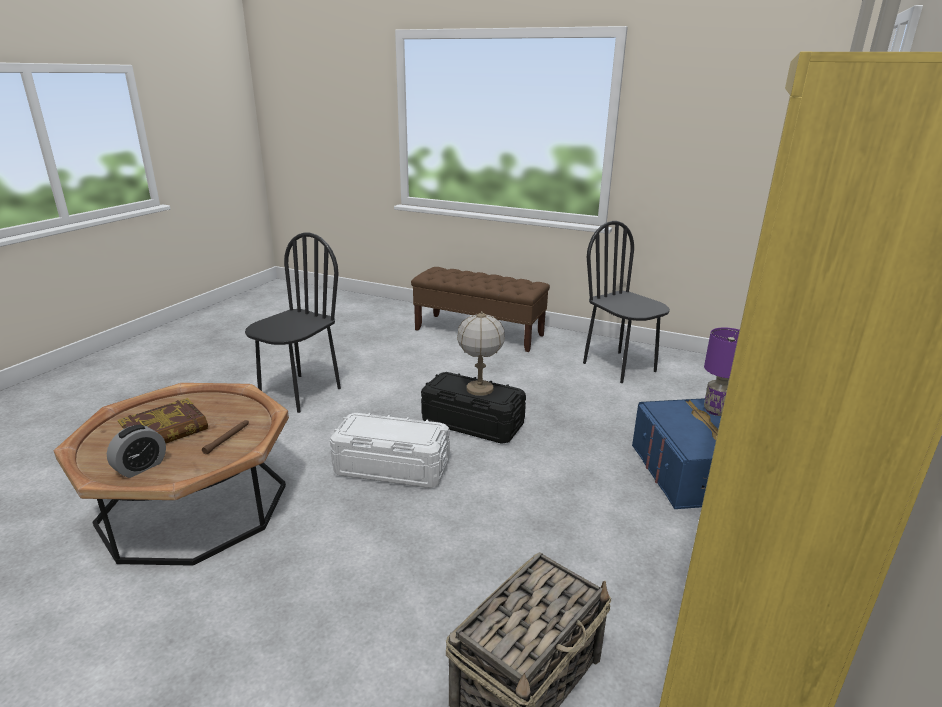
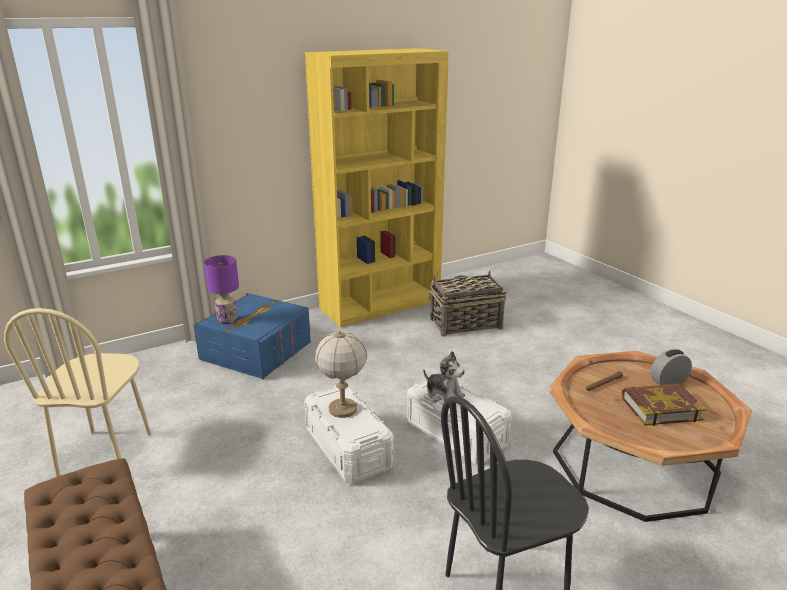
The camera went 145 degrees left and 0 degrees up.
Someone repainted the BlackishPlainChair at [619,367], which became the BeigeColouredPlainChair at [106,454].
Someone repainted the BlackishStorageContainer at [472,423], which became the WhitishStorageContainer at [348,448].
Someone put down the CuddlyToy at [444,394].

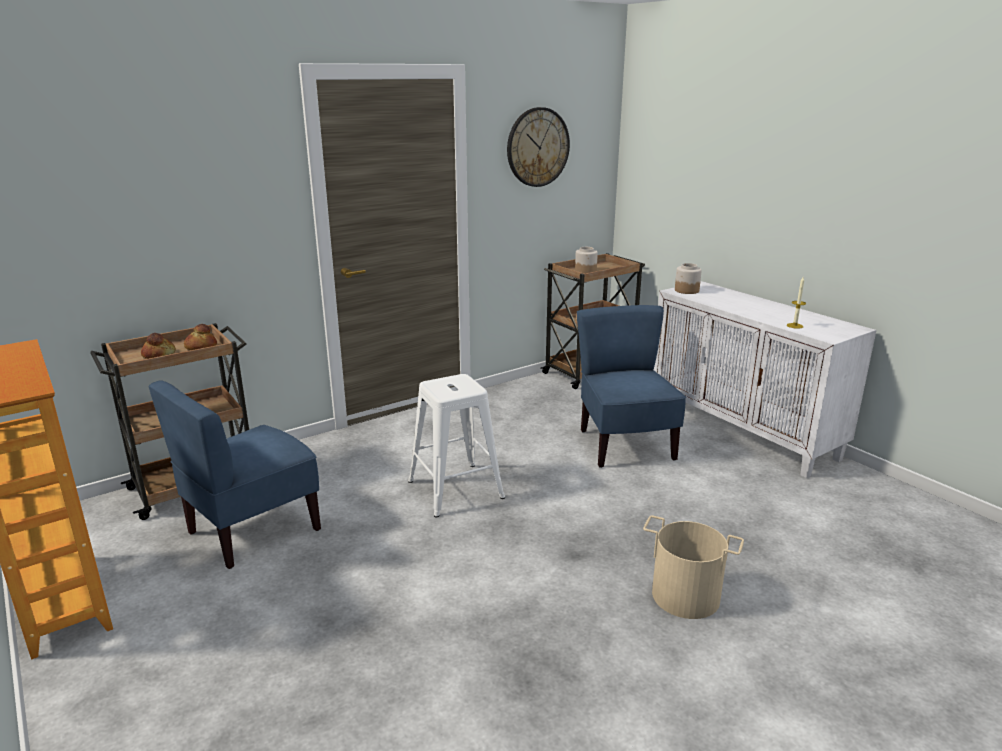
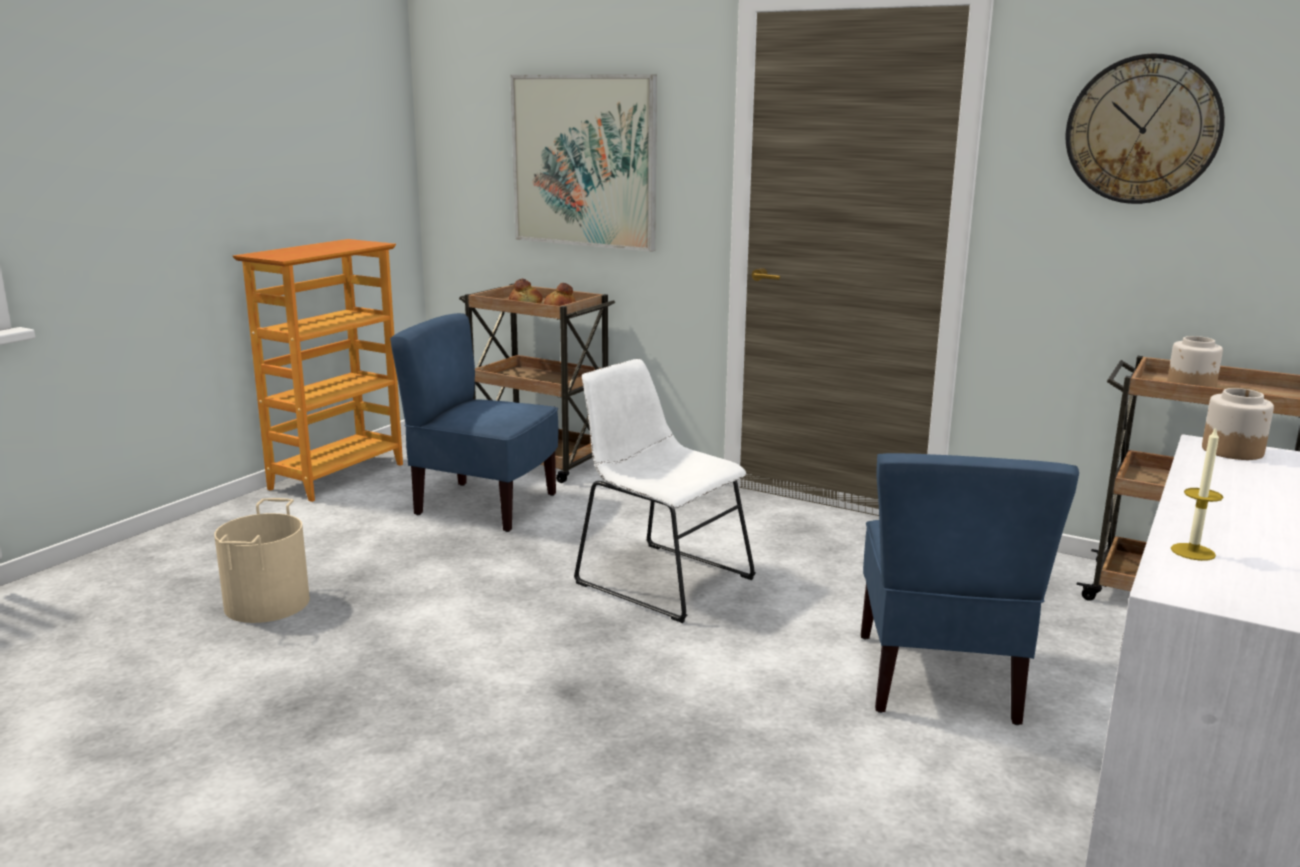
The camera went 65 degrees right and 5 degrees down.
Someone carried the BeigeColouredPail from [685,595] to [268,603].
Someone put up the WallArt at [584,161].
Someone swapped the WhitishStool at [454,489] for the WhitishPlainChair at [658,578].
Someone rotated the BlueColouredPlainChair at [624,445] by 135 degrees clockwise.

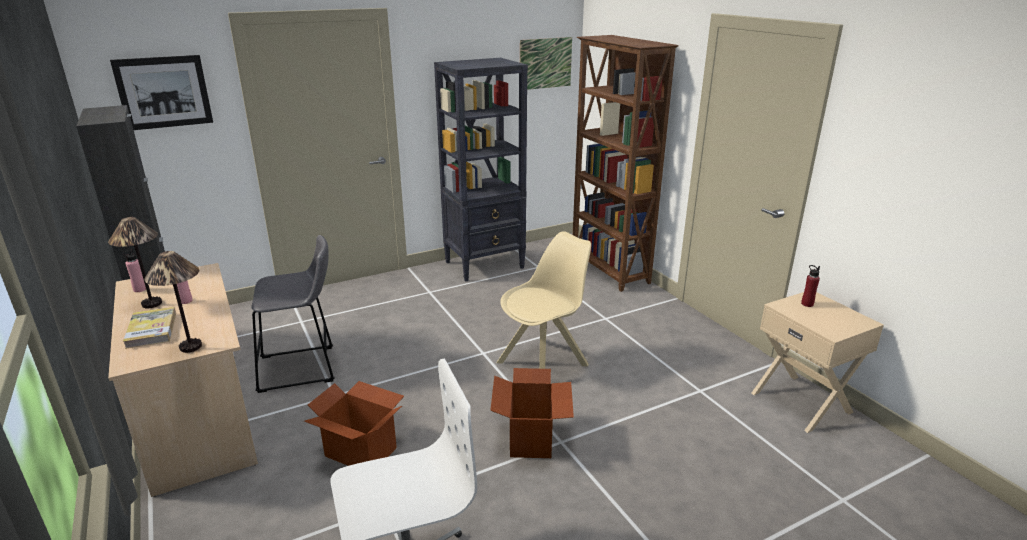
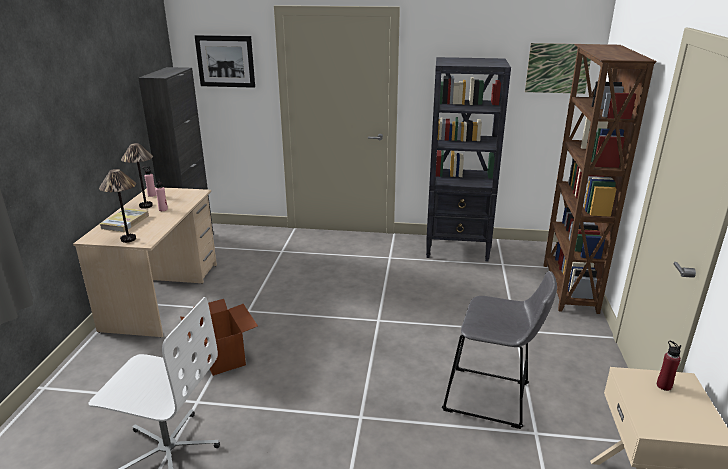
The camera went 35 degrees right and 0 degrees up.
Someone carried the GrayStool from [302,368] to [491,398].
Someone took away the PackingBox at [532,438].
Someone took away the BeigeColouredPlainChair at [544,363].

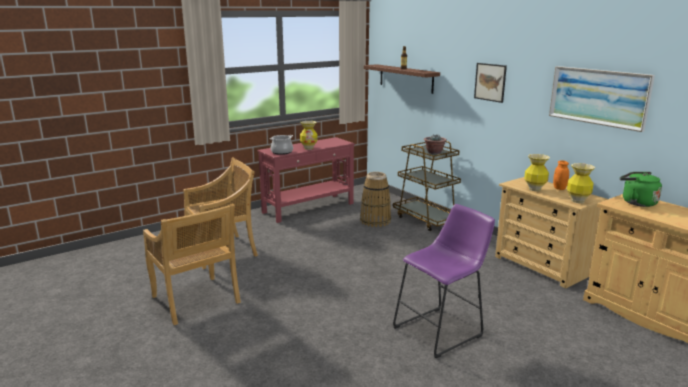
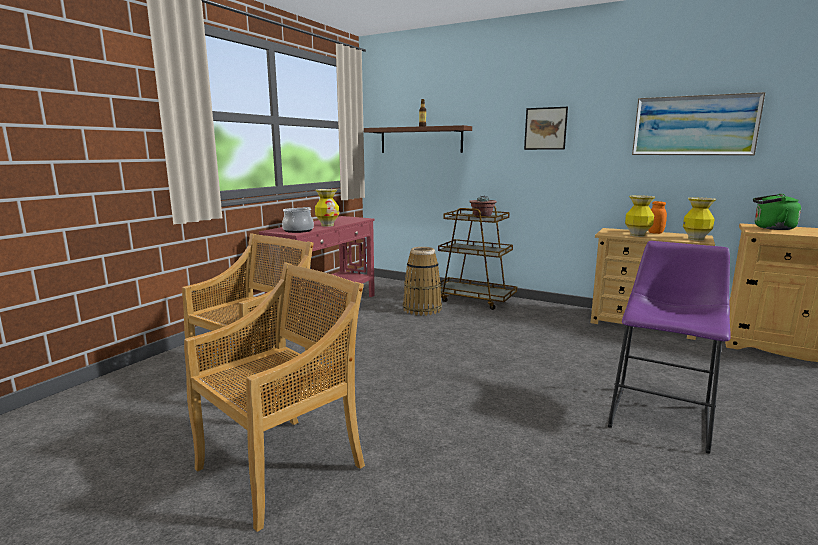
The camera went 25 degrees left and 5 degrees down.
Someone rotated the BeigeColouredPlainChair at [196,300] by 75 degrees counterclockwise.

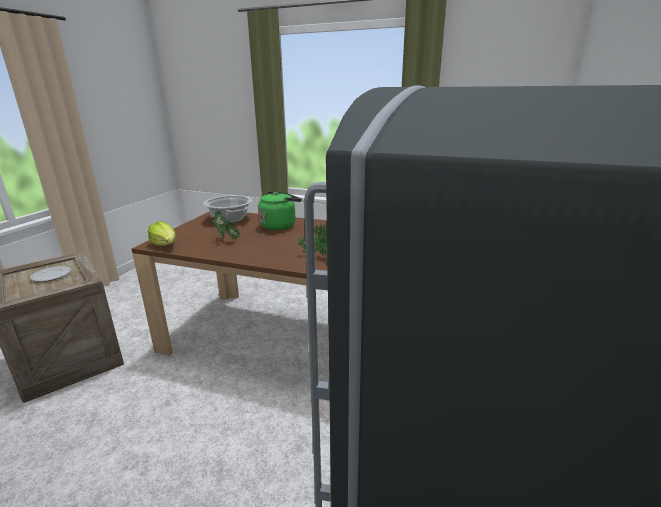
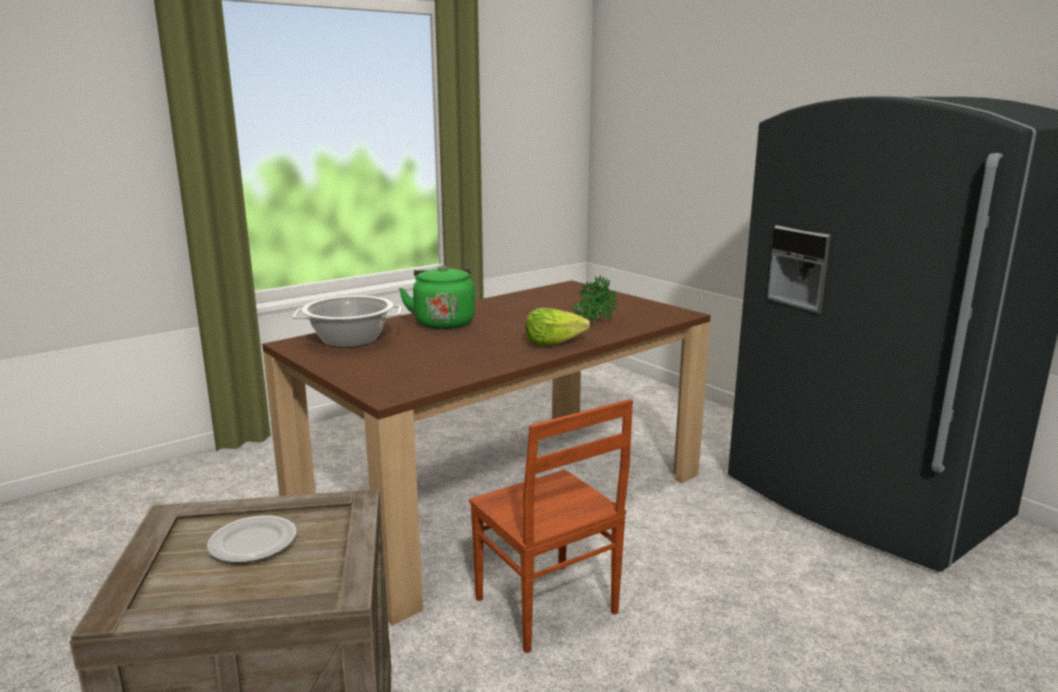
The camera went 60 degrees left and 5 degrees down.
Someone put down the BrownPlainChair at [545,608].
Someone carried the HeadOfLettuce from [165,245] to [553,342].
Someone took away the PottedPlant at [227,241].

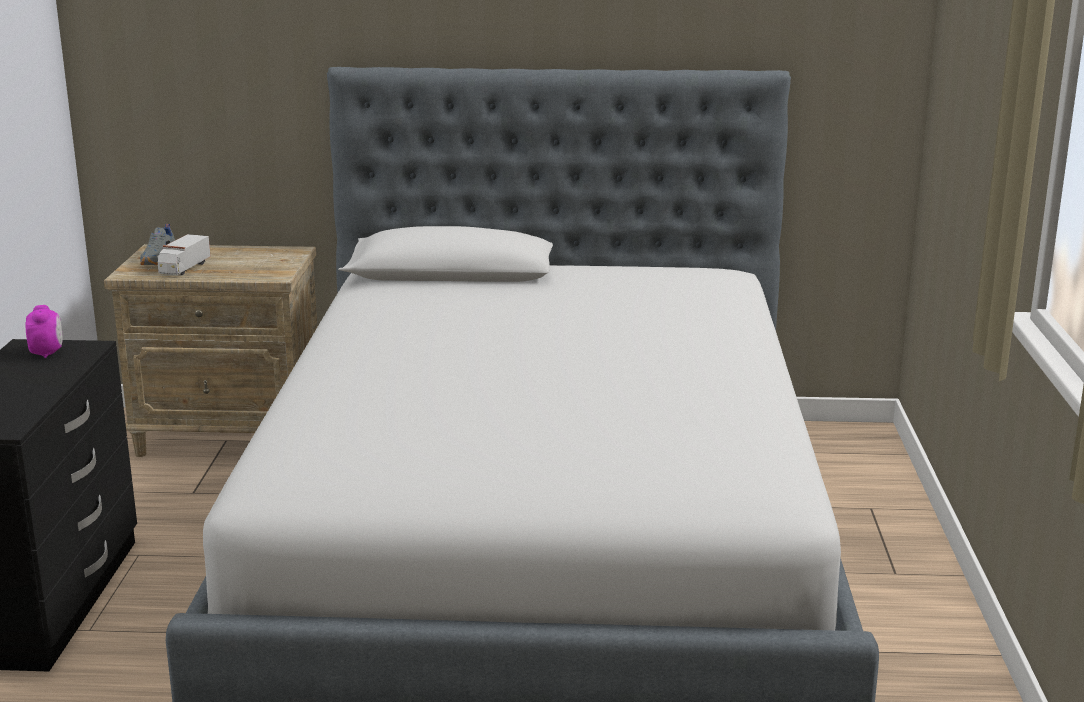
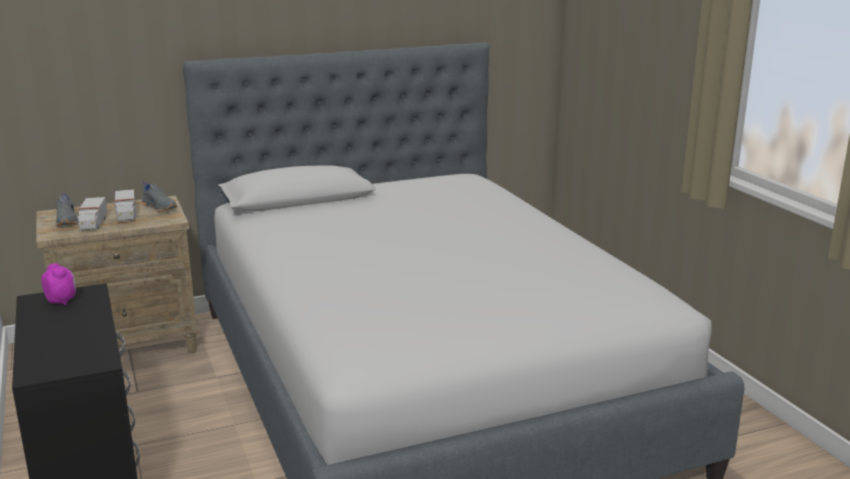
The camera went 25 degrees left and 0 degrees up.
Someone put down the ModelTruck at [126,215].
Someone put down the GrayLowShoe at [160,207].

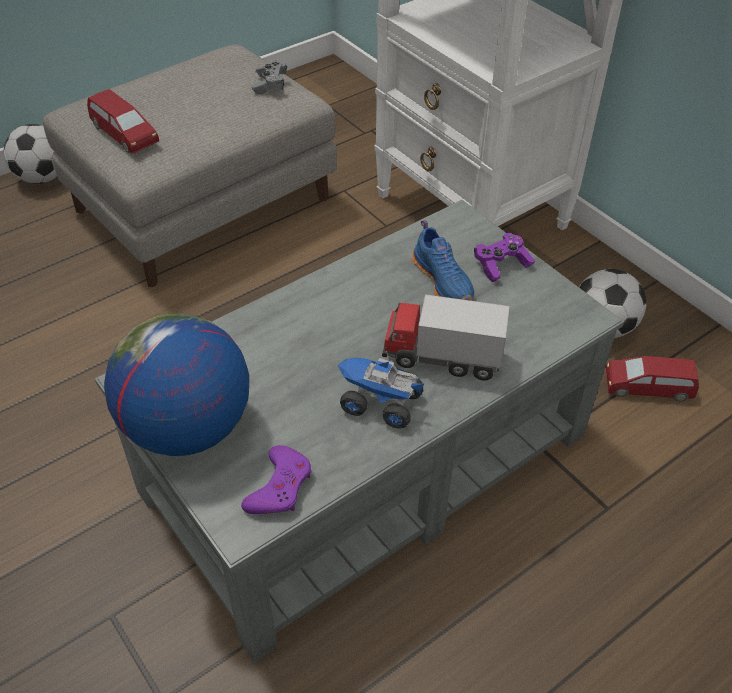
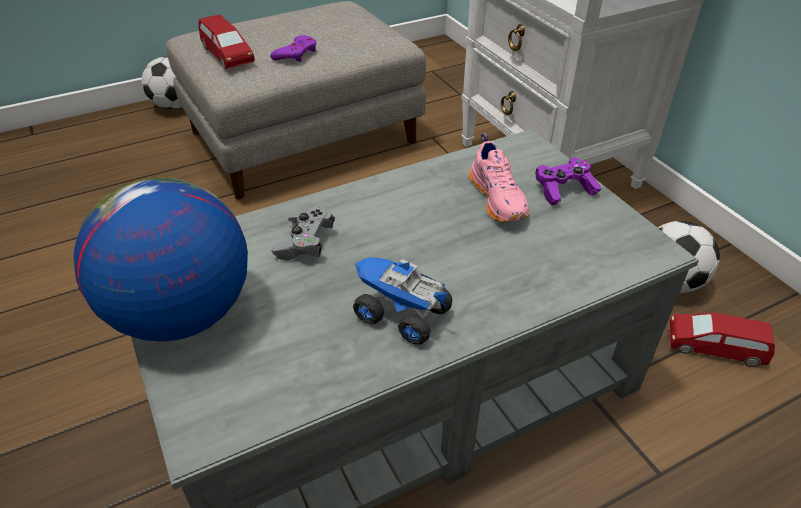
The camera went 10 degrees right and 5 degrees down.
Someone carried the PurpleColouredGamepad from [280,487] to [296,54].
Someone carried the GrayGamepad from [270,84] to [305,243].
Someone repainted the BlueColouredLowShoe at [444,280], which became the PinkishLowShoe at [499,198].
Someone took away the ModelTruck at [442,357].

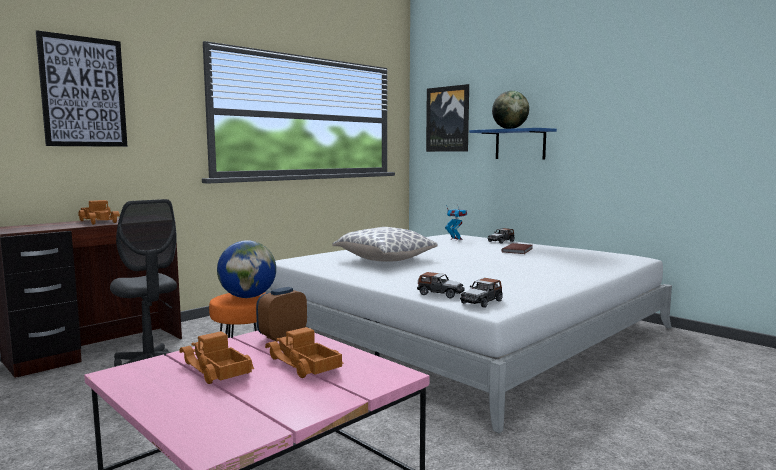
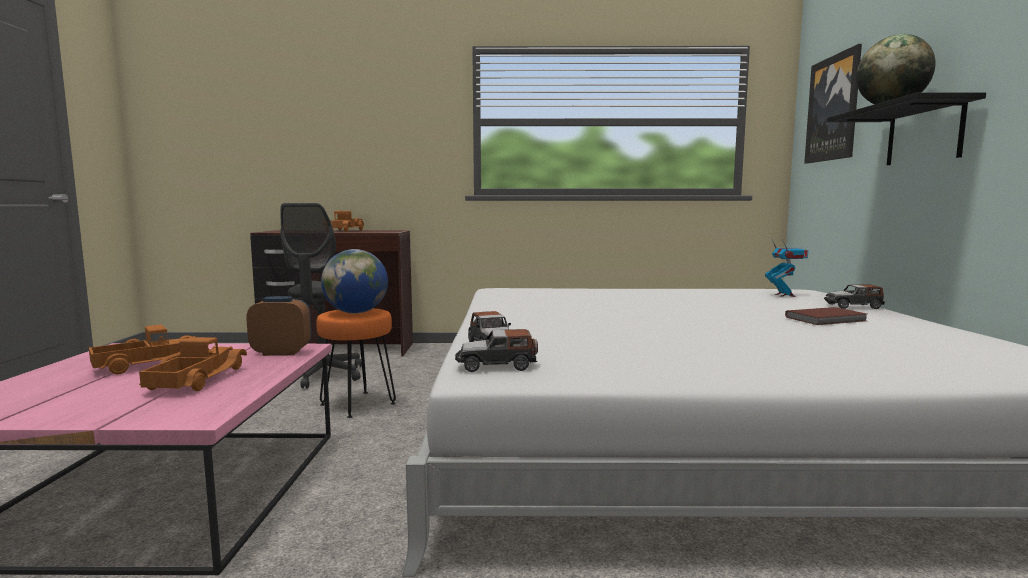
The camera went 45 degrees right and 0 degrees up.
Someone rotated the ModelTruck at [215,370] by 45 degrees clockwise.
Someone repainted the BlueColouredWallShelf at [520,144], which became the BlackishWallShelf at [924,134].
Someone took away the WallArt at [83,92].
Someone took away the Pillow at [384,260].

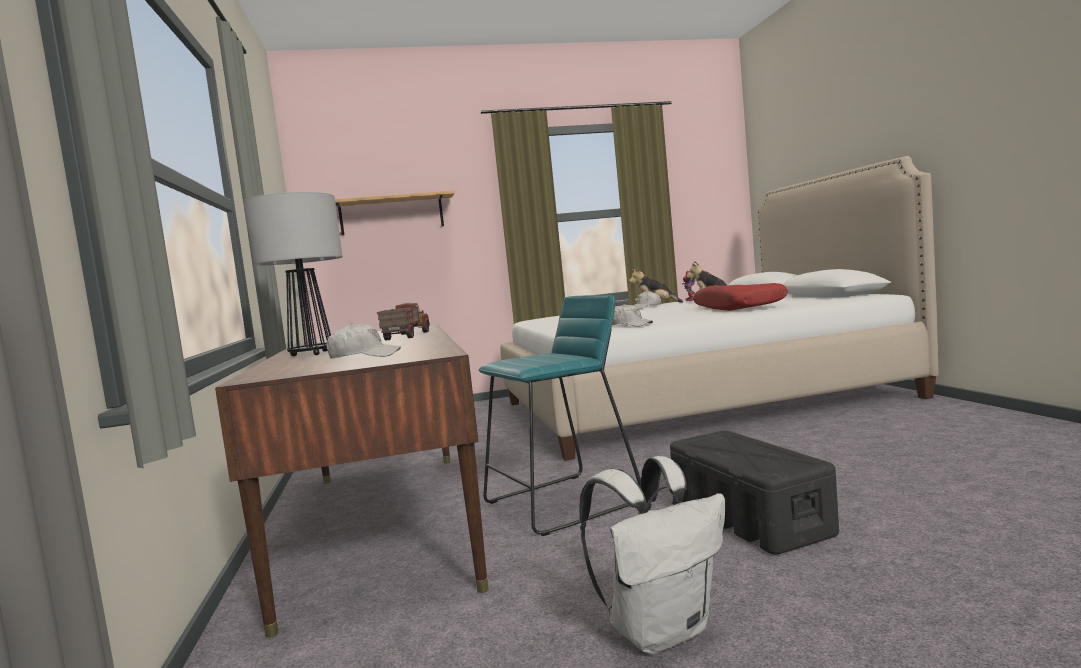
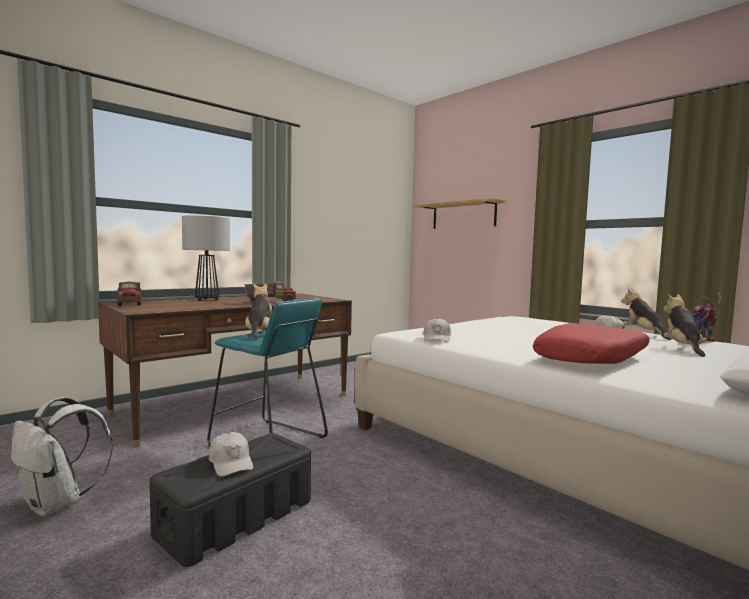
The camera went 60 degrees right and 0 degrees up.
Someone put down the ModelTruck at [130,303].
Someone carried the WhitishPeakedCap from [364,356] to [231,462].
Someone put down the CuddlyToy at [259,333].

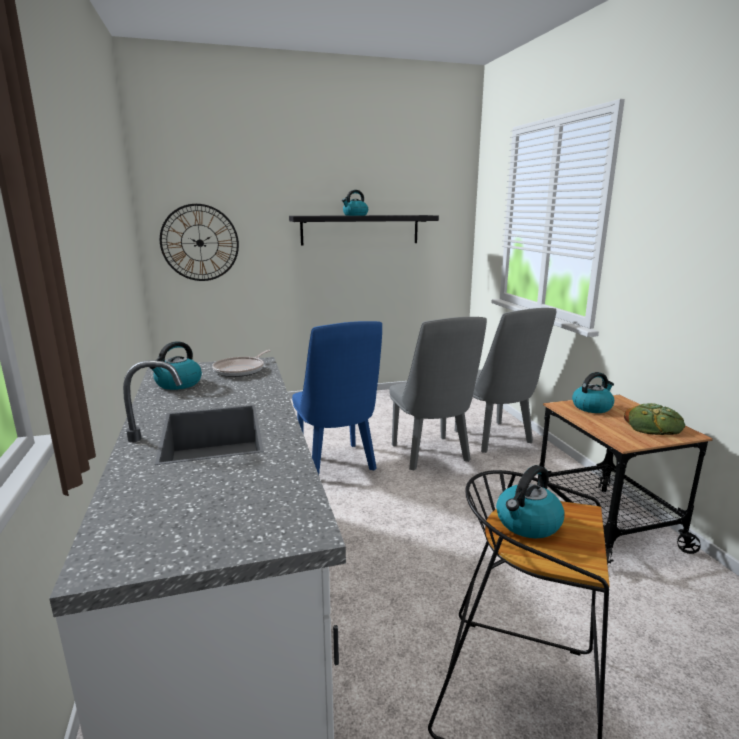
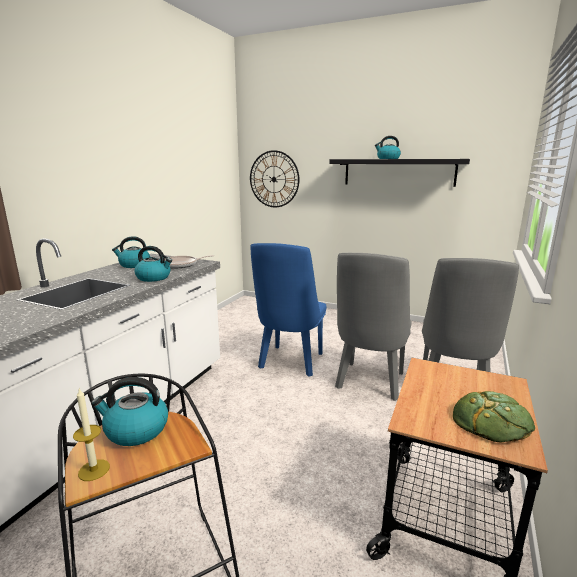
The camera went 40 degrees right and 0 degrees up.
Someone put down the Candle at [94,470].
Someone carried the Kettle from [592,407] to [154,278].

